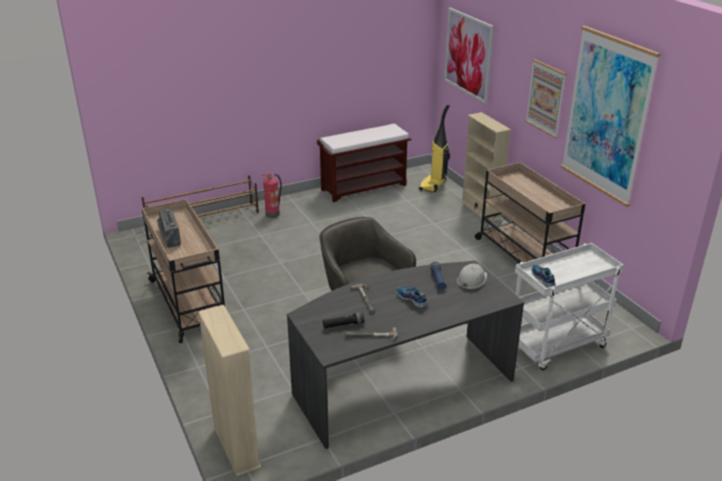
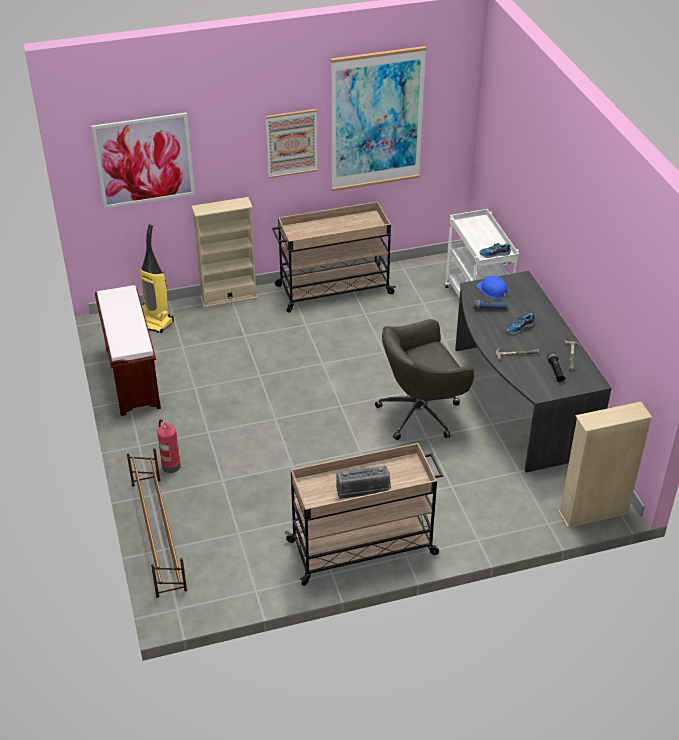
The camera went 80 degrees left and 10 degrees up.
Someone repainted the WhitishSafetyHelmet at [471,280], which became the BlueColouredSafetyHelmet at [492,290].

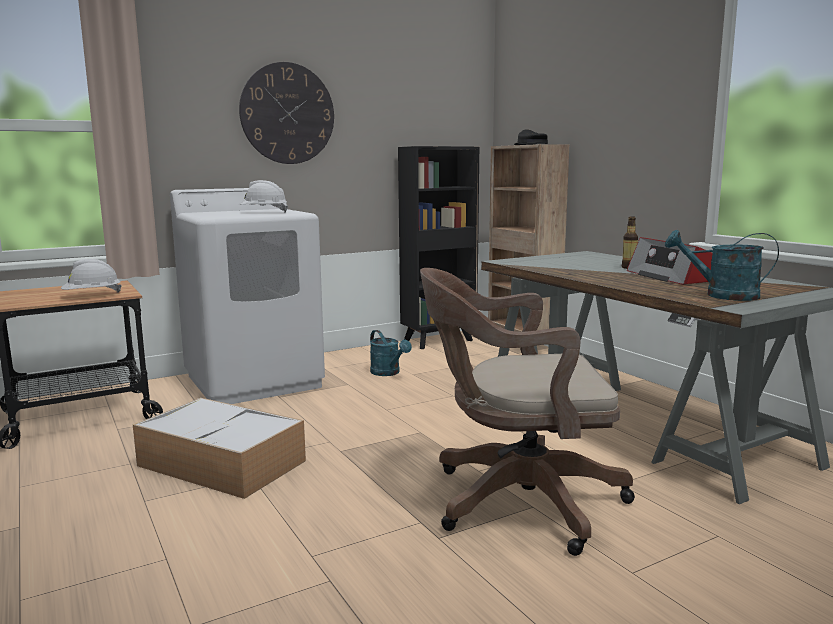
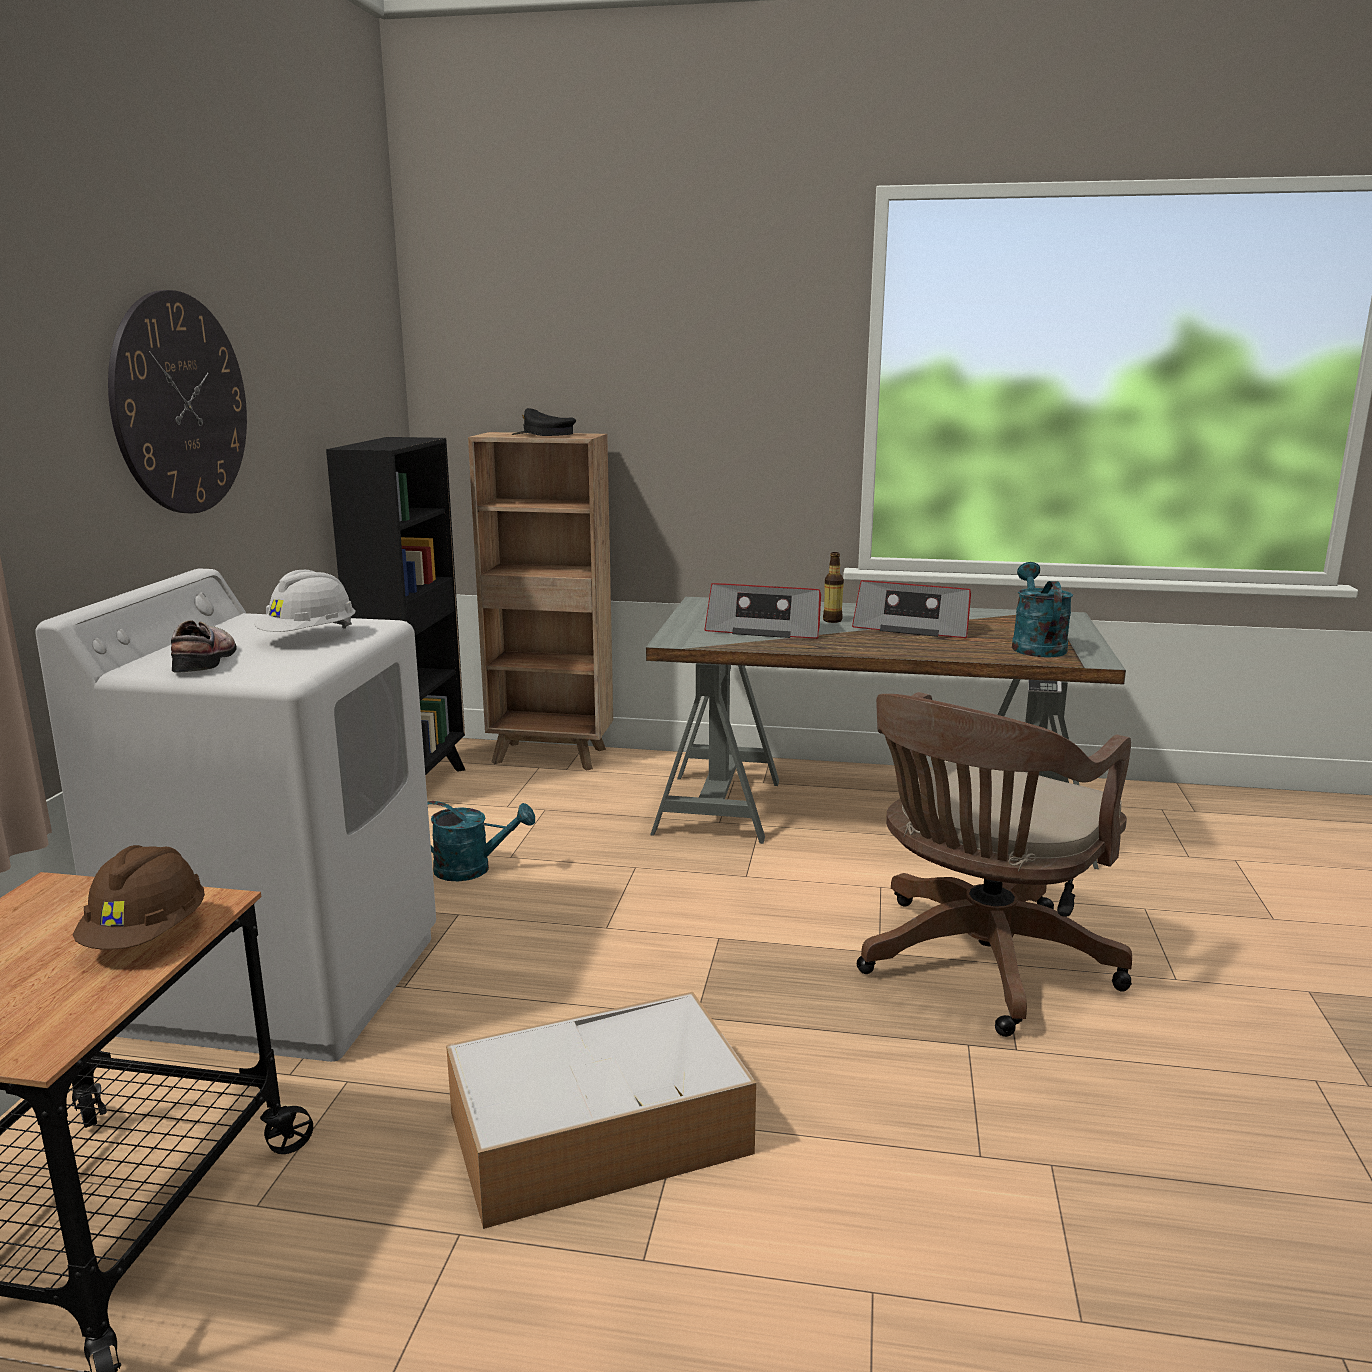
The camera went 50 degrees left and 5 degrees up.
Someone repainted the WhitishSafetyHelmet at [92,295], which became the BrownSafetyHelmet at [147,936].
Someone put down the LowShoe at [207,659].
Someone put down the Radio at [765,629].
Someone rotated the TurquoiseColouredSprinklingCan at [722,295] by 120 degrees clockwise.

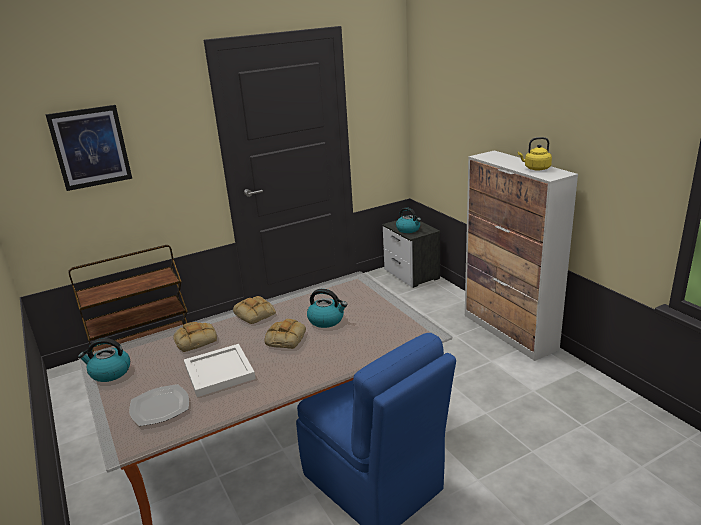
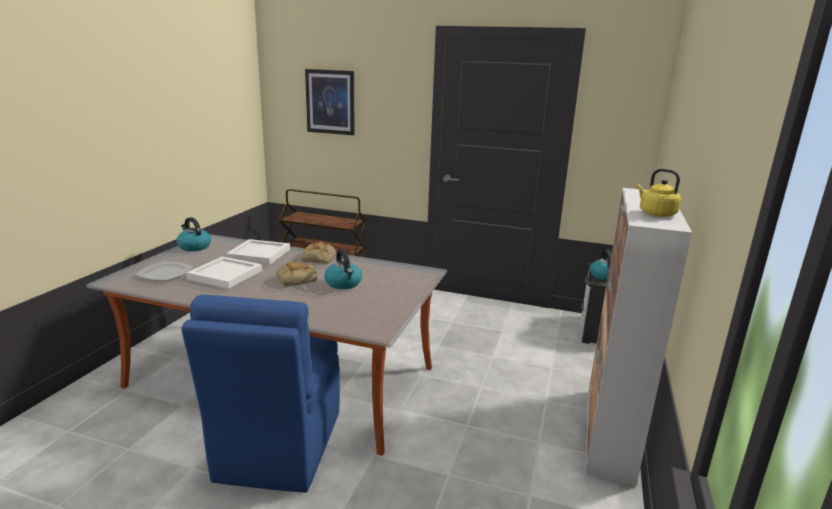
The camera went 45 degrees right and 5 degrees down.
Someone swapped the Bread at [196,340] for the WhitishCarryingTray at [260,254].

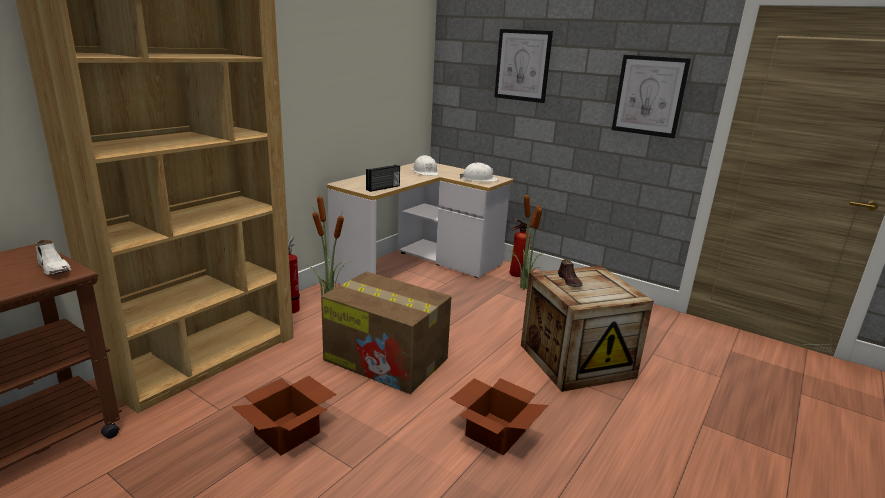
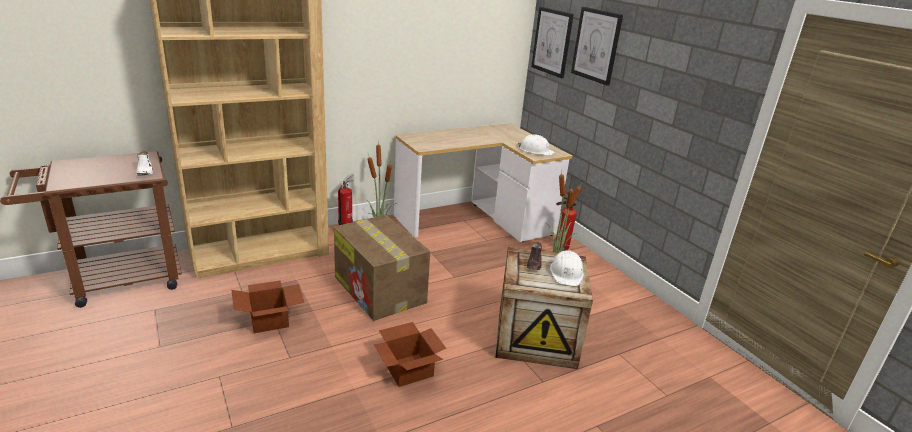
The camera went 25 degrees right and 5 degrees up.
Someone carried the WallArt from [649,96] to [552,42].
Someone carried the WhitishSafetyHelmet from [425,172] to [566,273].
Someone took away the Radio at [383,188].

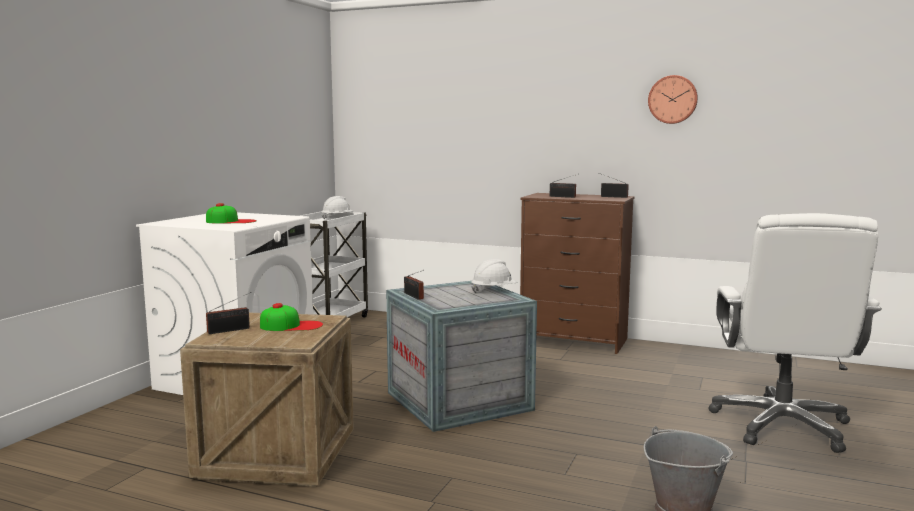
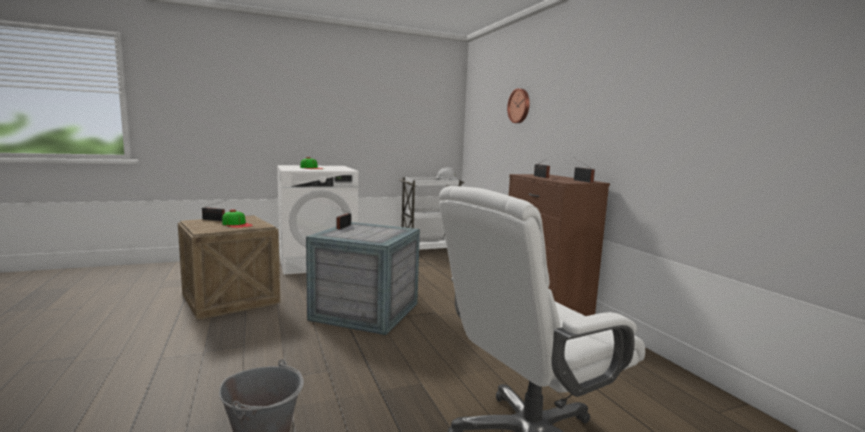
The camera went 45 degrees right and 0 degrees up.
Someone carried the ClockOnTheWall from [672,99] to [519,106].
Someone took away the WhitishSafetyHelmet at [494,291].

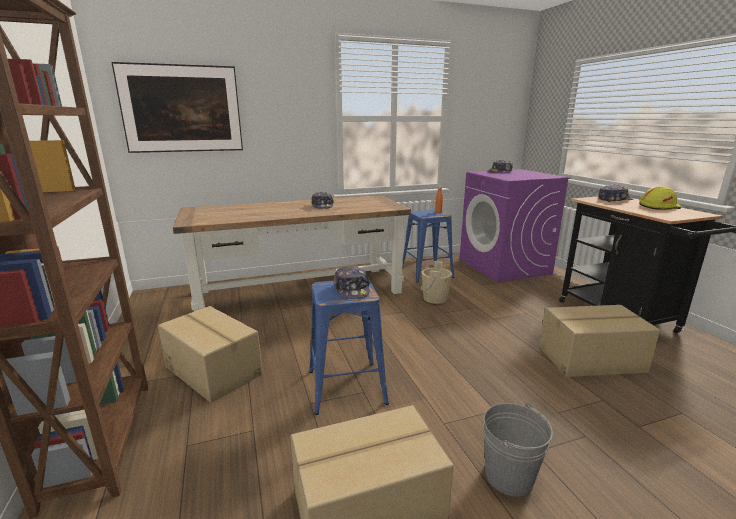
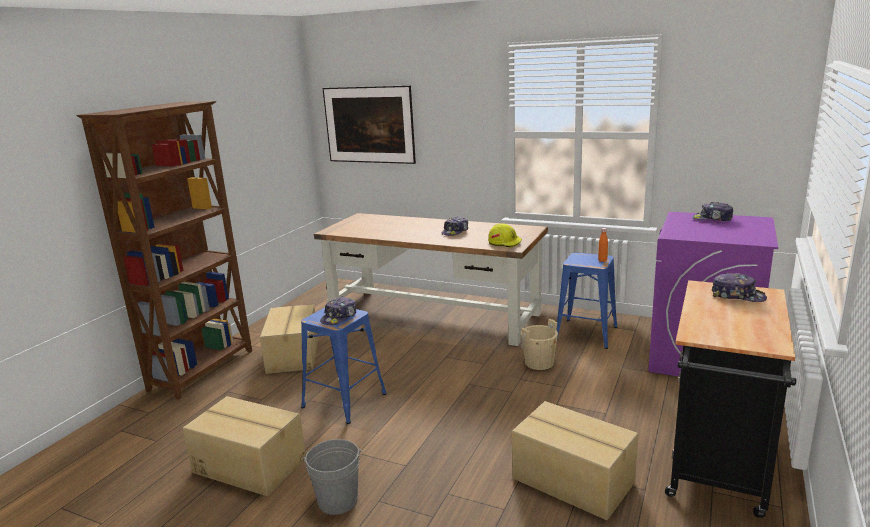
The camera went 45 degrees right and 0 degrees up.
Someone carried the YellowSafetyHelmet from [658,207] to [505,243].

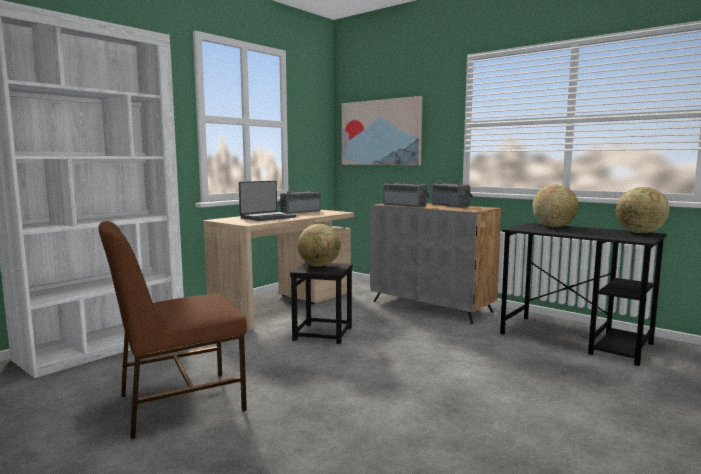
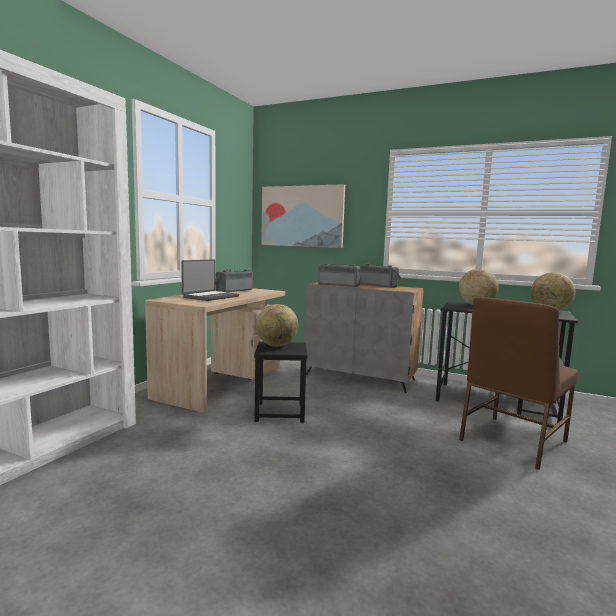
The camera went 15 degrees left and 0 degrees up.
Someone carried the BrownPlainChair from [178,403] to [511,441].

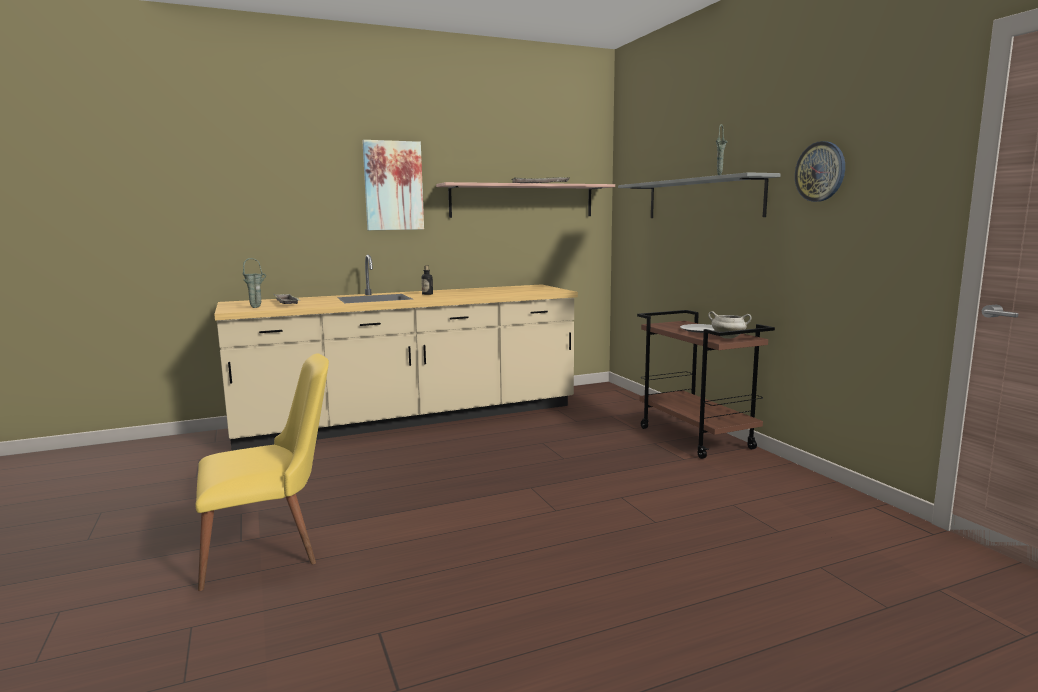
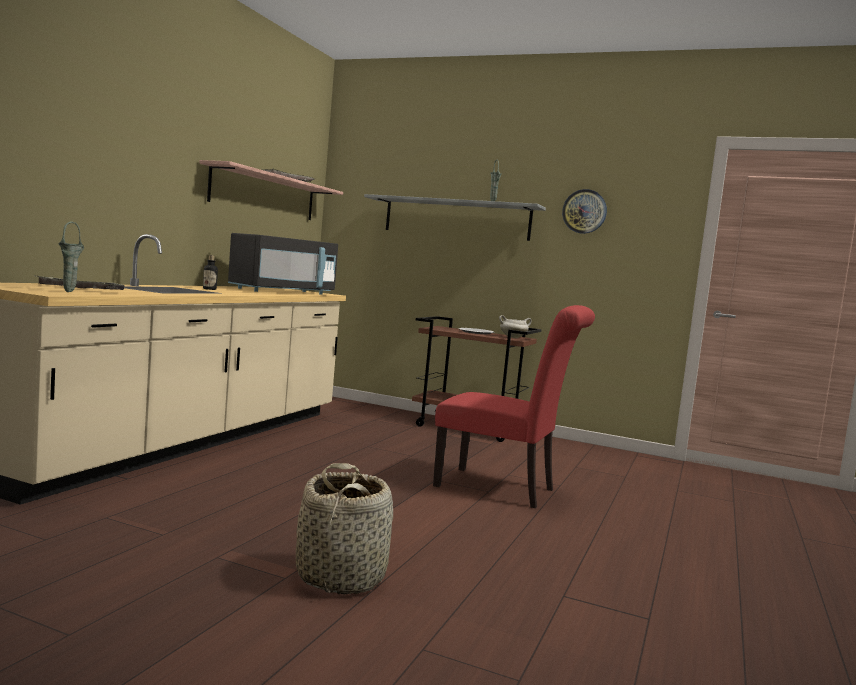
The camera went 45 degrees left and 5 degrees down.
Someone put down the BlackishKitchenMicrowave at [282,292].
Someone swapped the YellowPlainChair at [271,551] for the HouseholdBasket at [341,576].
Someone put down the RedColouredPlainChair at [502,489].
Someone took away the WallArt at [393,186].

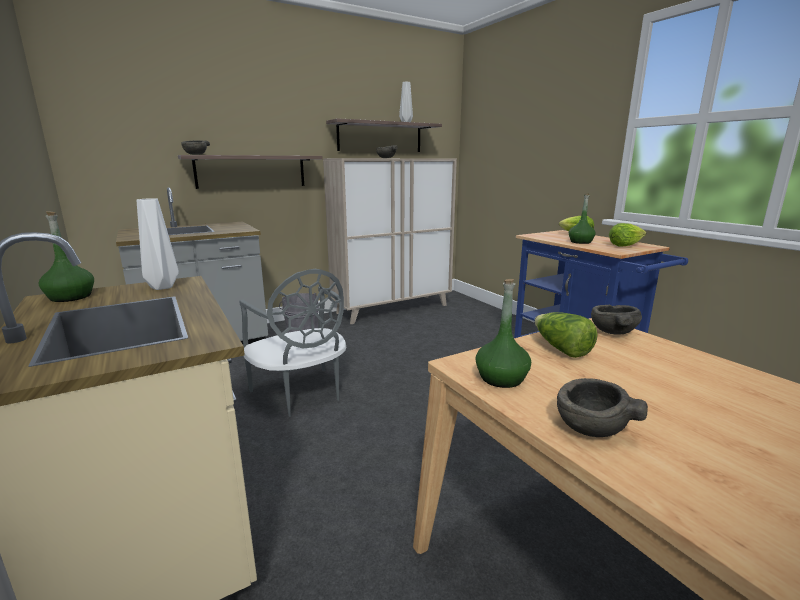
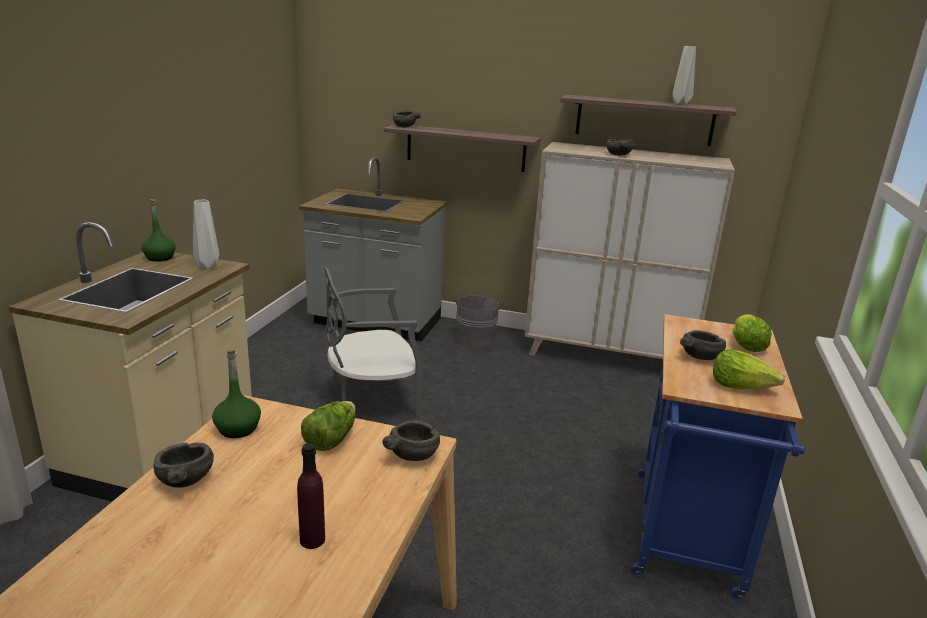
The camera went 45 degrees right and 5 degrees up.
Someone put down the PurpleColouredBottle at [312,540].
Someone rotated the GrayPlainChair at [301,394] by 60 degrees clockwise.
Someone swapped the GreenBottle at [580,242] for the GrayServingBowl at [699,356].

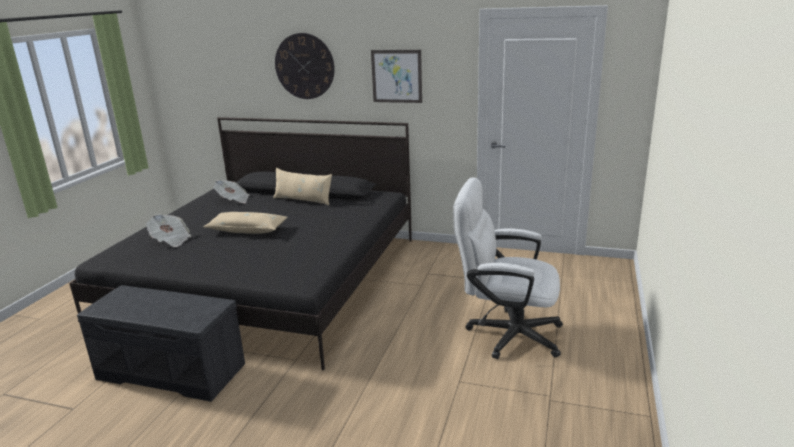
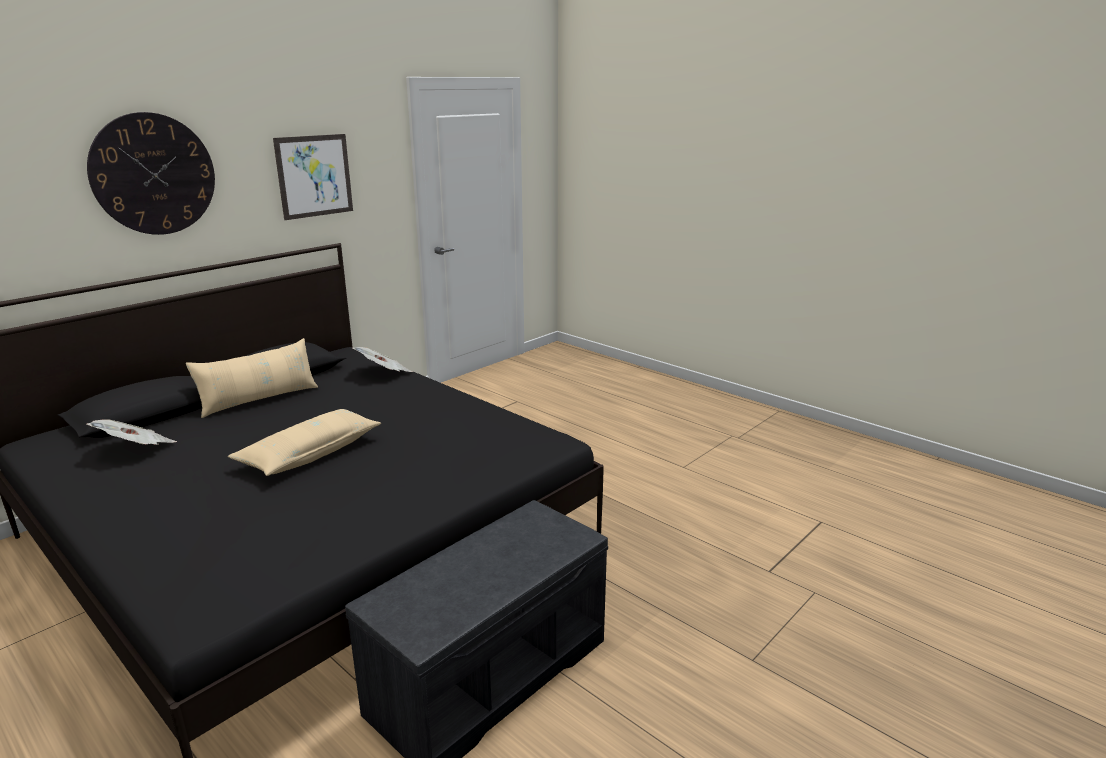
The camera went 65 degrees left and 0 degrees up.
Someone carried the PrintedPaper from [170,240] to [384,373].
Someone took away the WhitishOfficeChair at [505,333].

